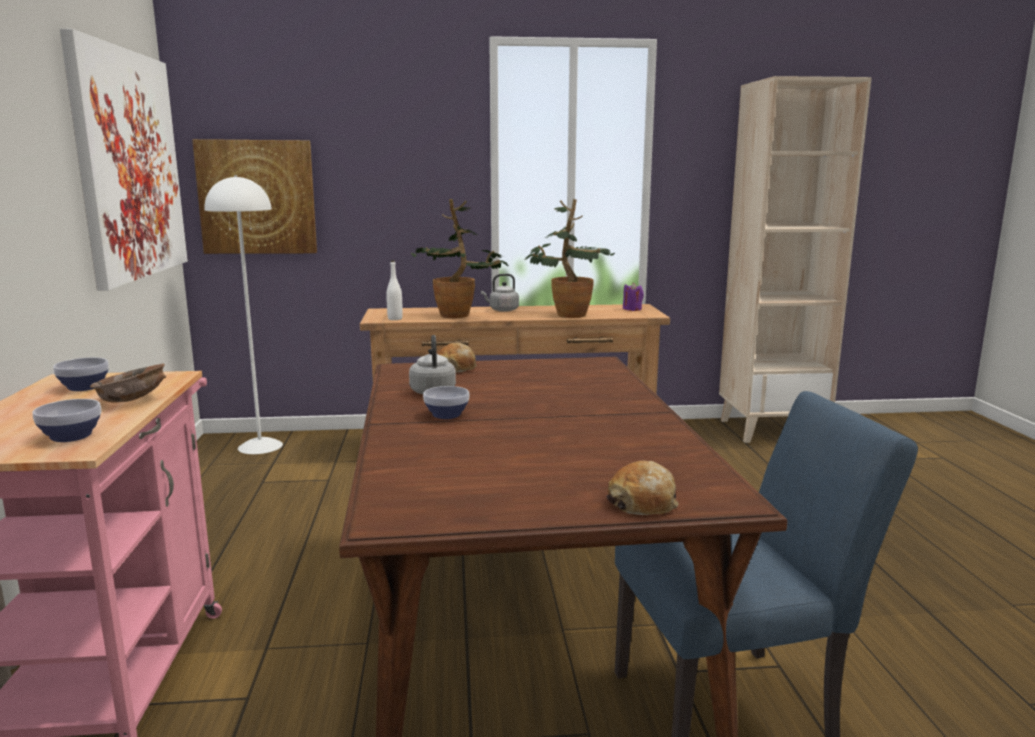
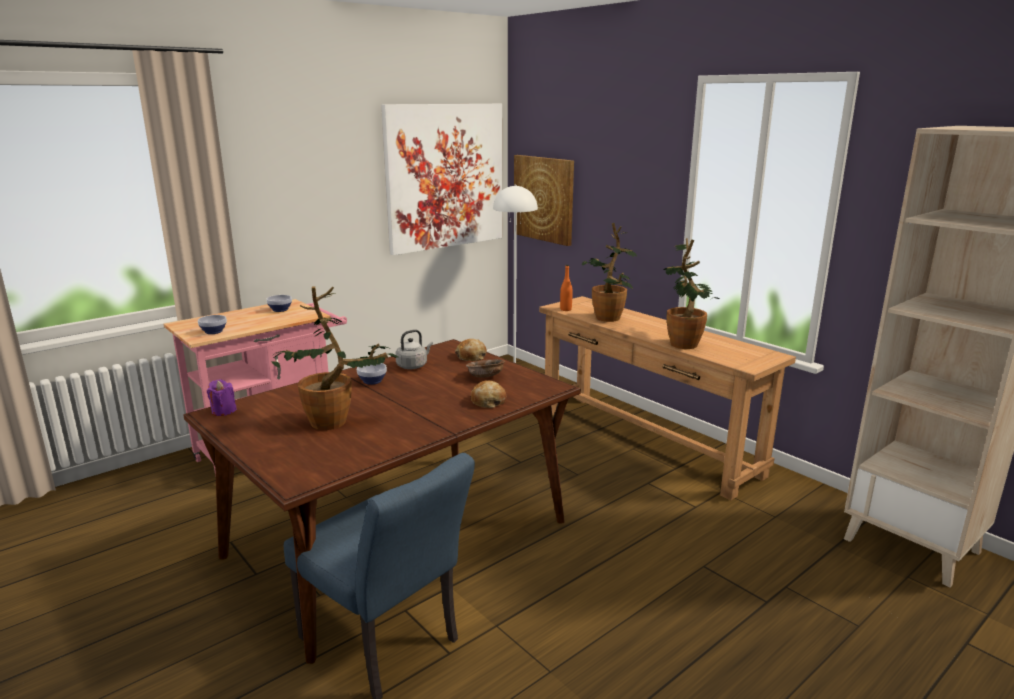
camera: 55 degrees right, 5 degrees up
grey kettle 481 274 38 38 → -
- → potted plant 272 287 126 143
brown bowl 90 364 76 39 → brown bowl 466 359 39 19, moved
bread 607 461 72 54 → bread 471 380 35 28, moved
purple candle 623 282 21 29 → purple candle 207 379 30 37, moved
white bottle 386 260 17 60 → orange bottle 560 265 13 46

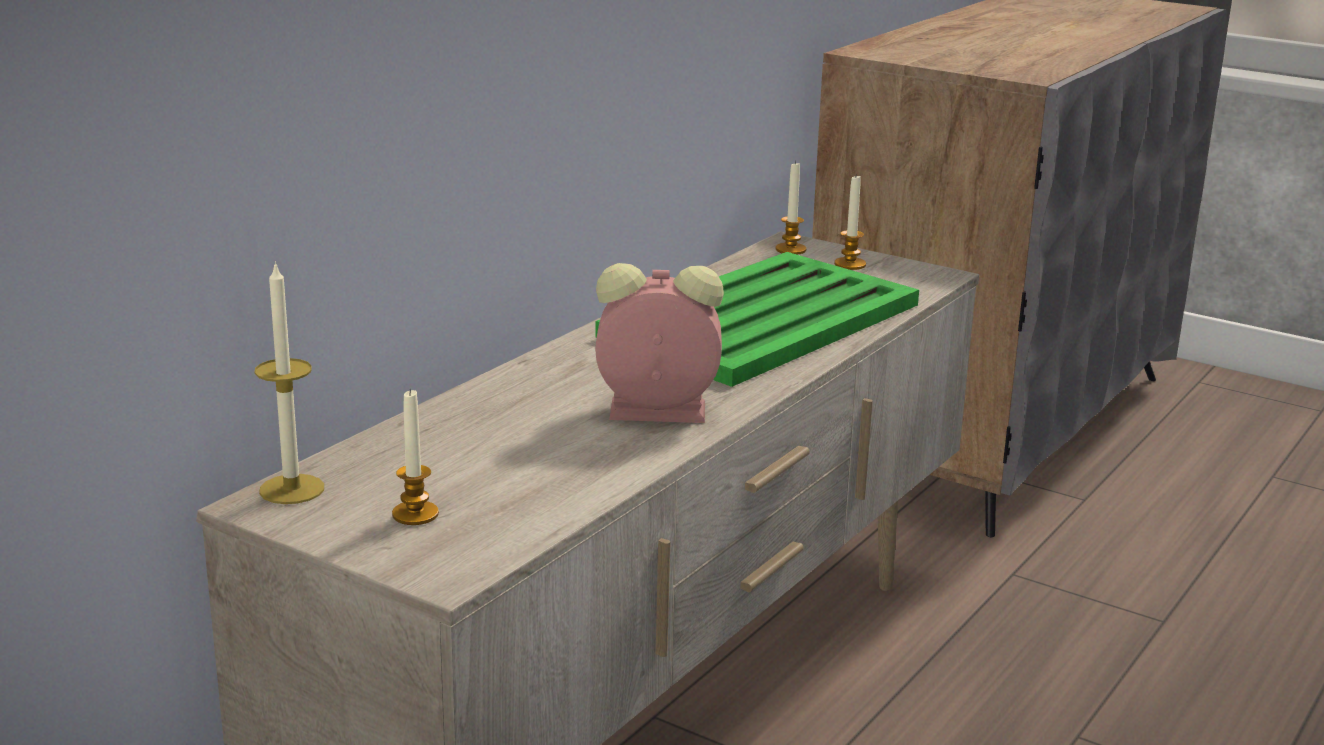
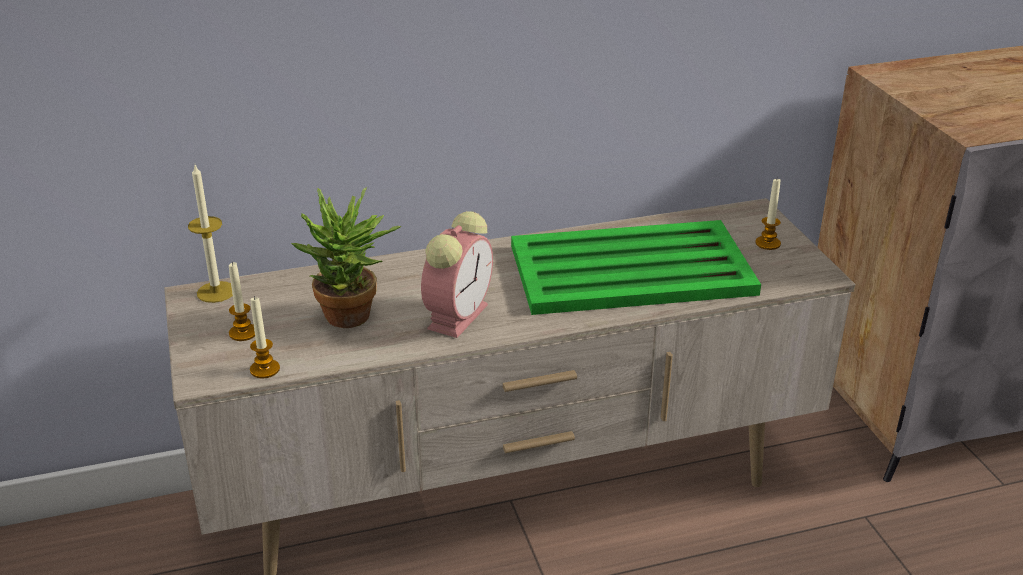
camera: 40 degrees right, 10 degrees up
- → potted plant 291 187 110 141
candle 776 161 30 94 → candle 250 296 30 82, moved
alarm clock 595 263 129 160 → alarm clock 421 211 72 127, 75 degrees clockwise

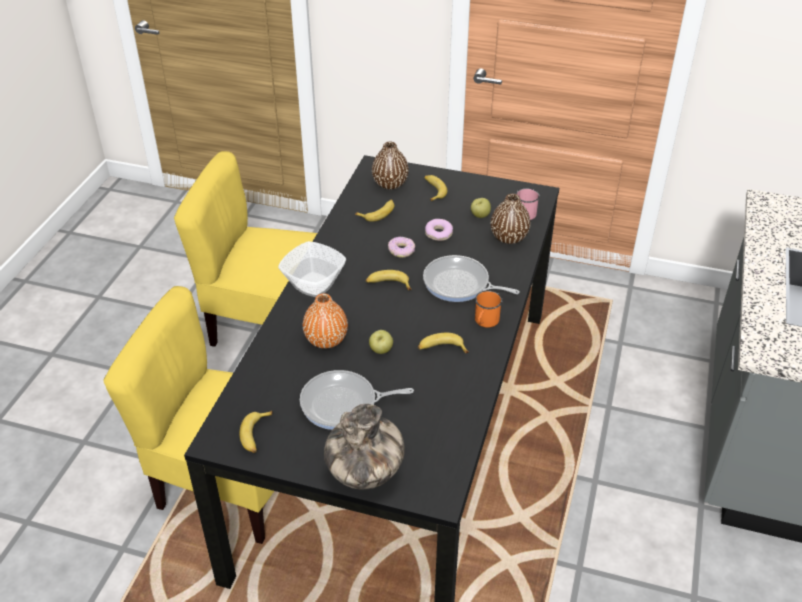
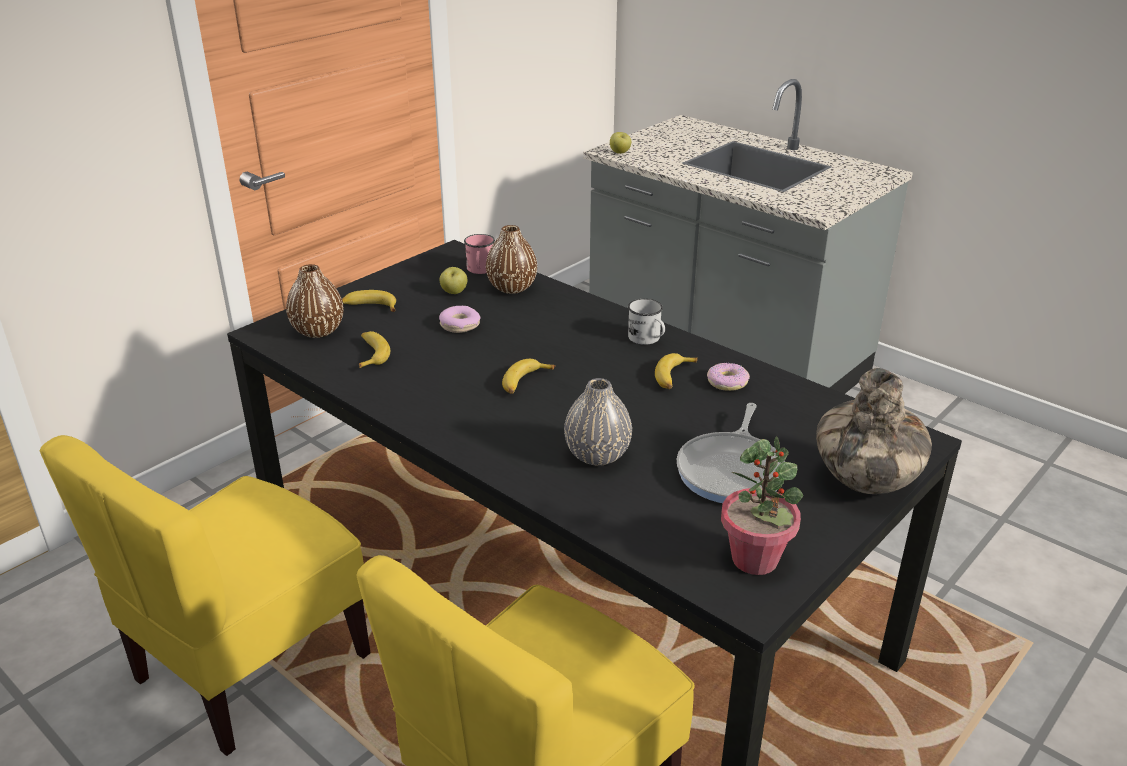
camera: 65 degrees left, 10 degrees down
bowl 278 241 68 56 → -
frying pan 423 255 97 47 → -
apple 369 330 24 24 → apple 610 132 21 22, moved
donut 388 237 27 21 → donut 707 363 43 28, moved
banana 240 411 33 42 → potted plant 721 436 82 139
orange vase 303 293 45 56 → grey vase 564 378 68 88
orange mug 475 290 28 37 → white mug 628 299 37 46

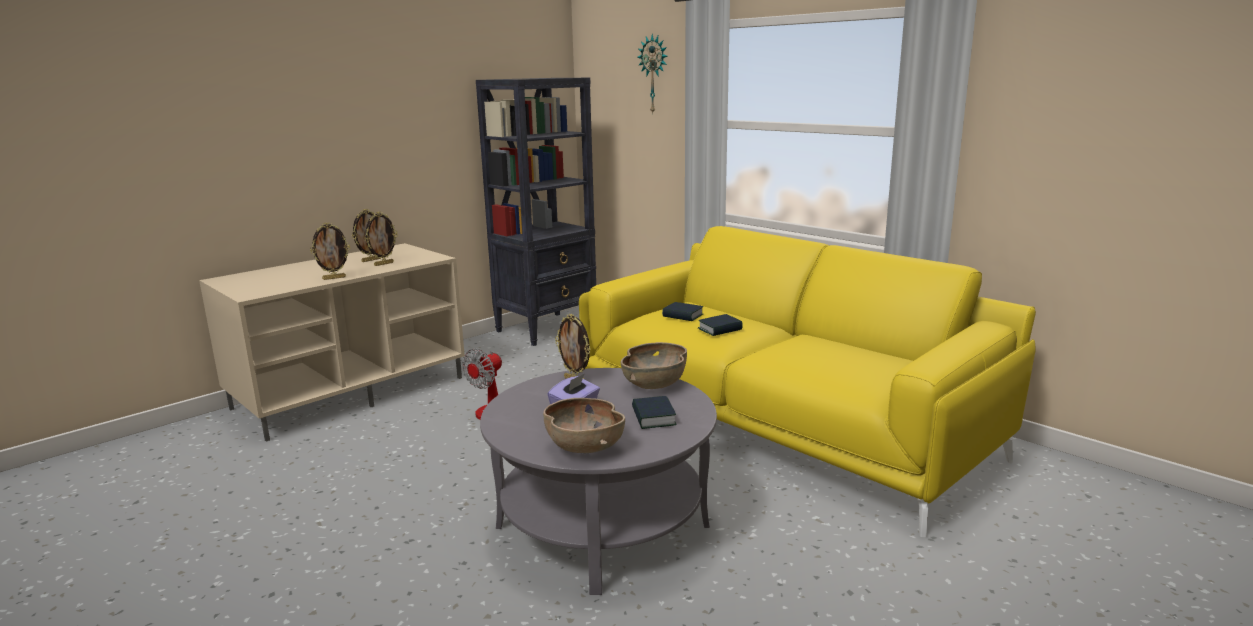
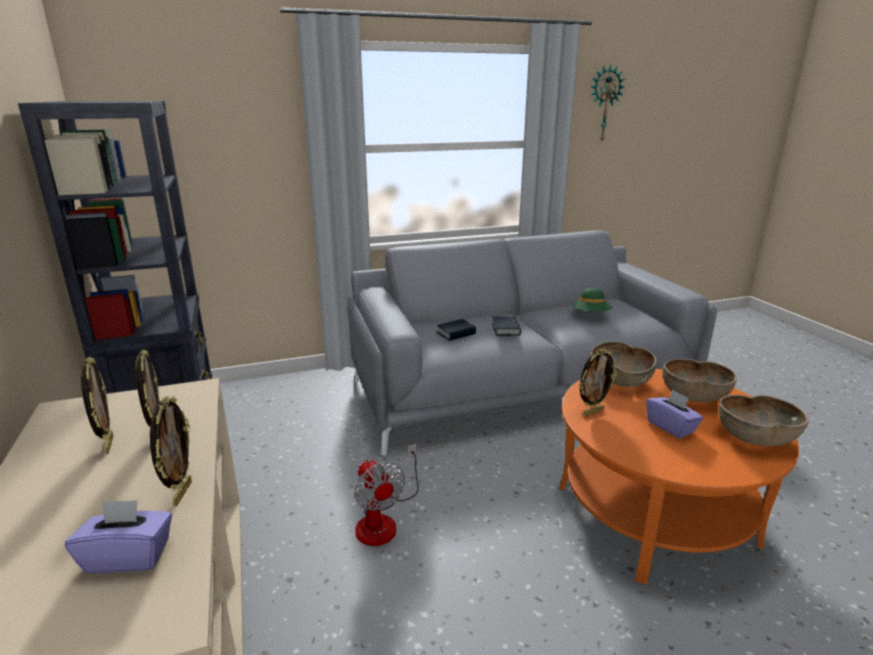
camera: 65 degrees left, 5 degrees up
- → purple tissue box 65 500 107 73
- → green hat 572 288 40 23
wall clock 638 34 29 80 → wall clock 591 64 34 77, moved
book 632 396 44 33 → brown bowl 662 359 75 43
grey coffee table 480 368 237 227 → orange coffee table 559 369 240 216
yellow sofa 579 226 457 311 → grey sofa 347 230 370 226

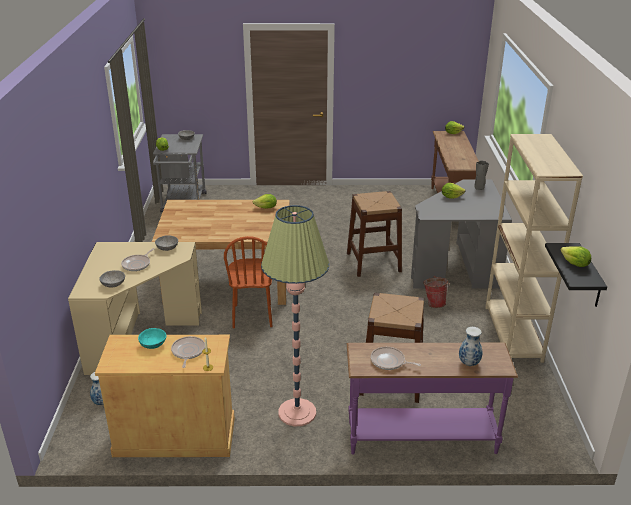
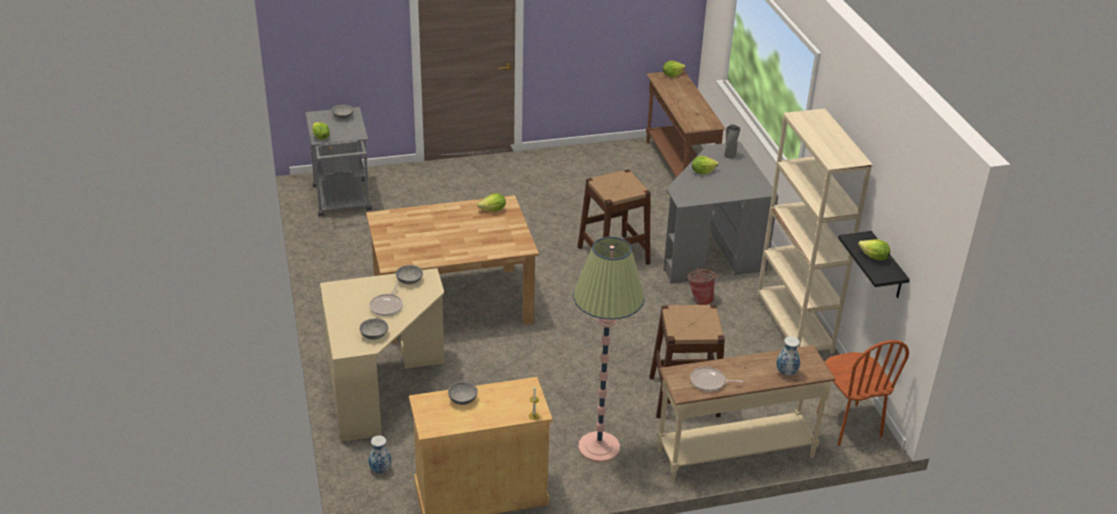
camera: 15 degrees left, 5 degrees up
frying pan 171 336 34 32 → -
brown chair 224 236 48 93 → brown chair 817 340 92 106, moved
turquoise bowl 138 328 29 21 → grey bowl 448 381 30 24
purple console table 347 343 171 112 → beige console table 657 345 179 137

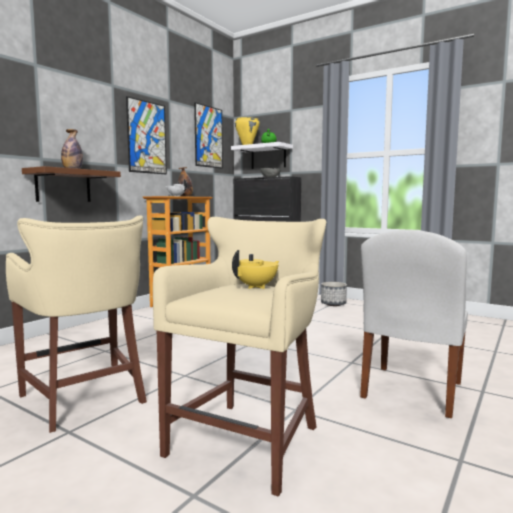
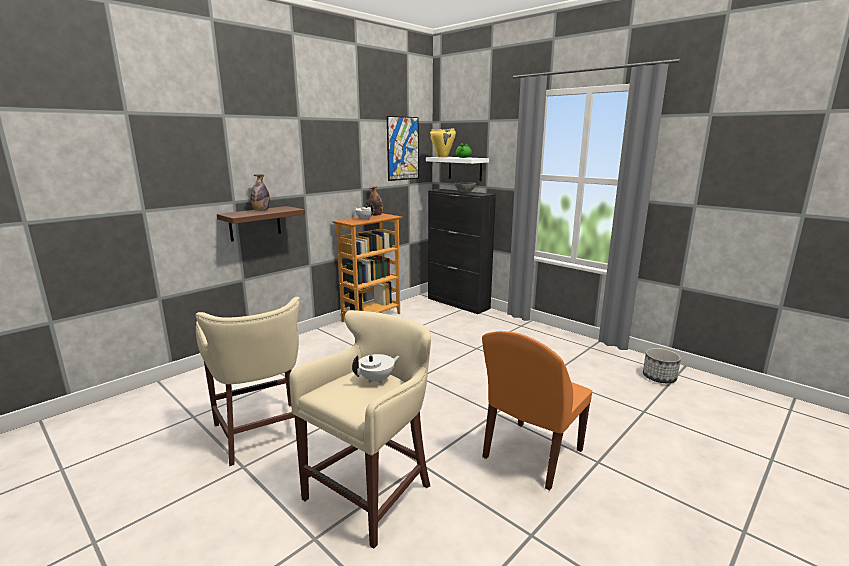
camera: 10 degrees right, 10 degrees up
picture 126 96 41 78 → -
planter 321 282 26 24 → planter 643 348 38 35, moved
yellow teapot 232 250 47 39 → white teapot 352 354 48 30
white chair 360 230 108 188 → orange chair 482 331 110 159

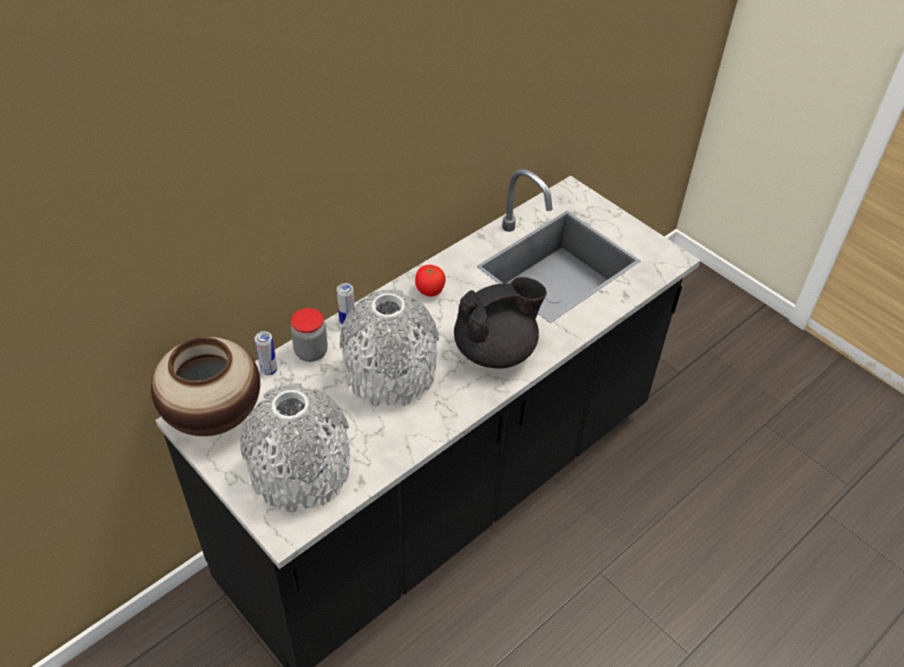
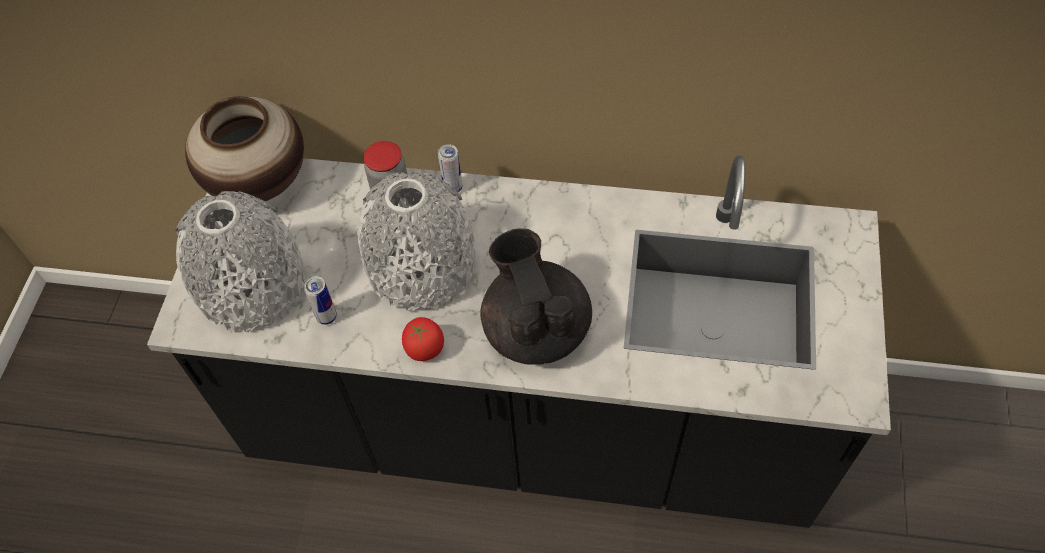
camera: 55 degrees right, 10 degrees up
can 254 331 23 44 → can 303 276 34 49, moved
tomato 415 265 31 31 → tomato 402 317 42 44, moved
black teapot 454 277 93 92 → black teapot 480 228 112 137, 135 degrees counterclockwise

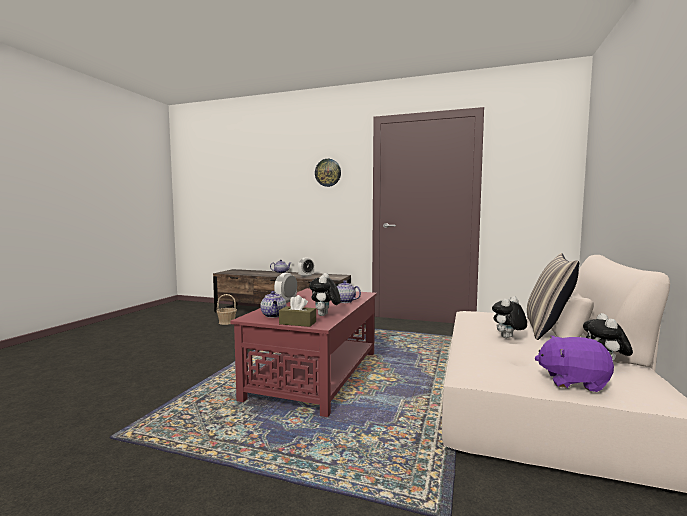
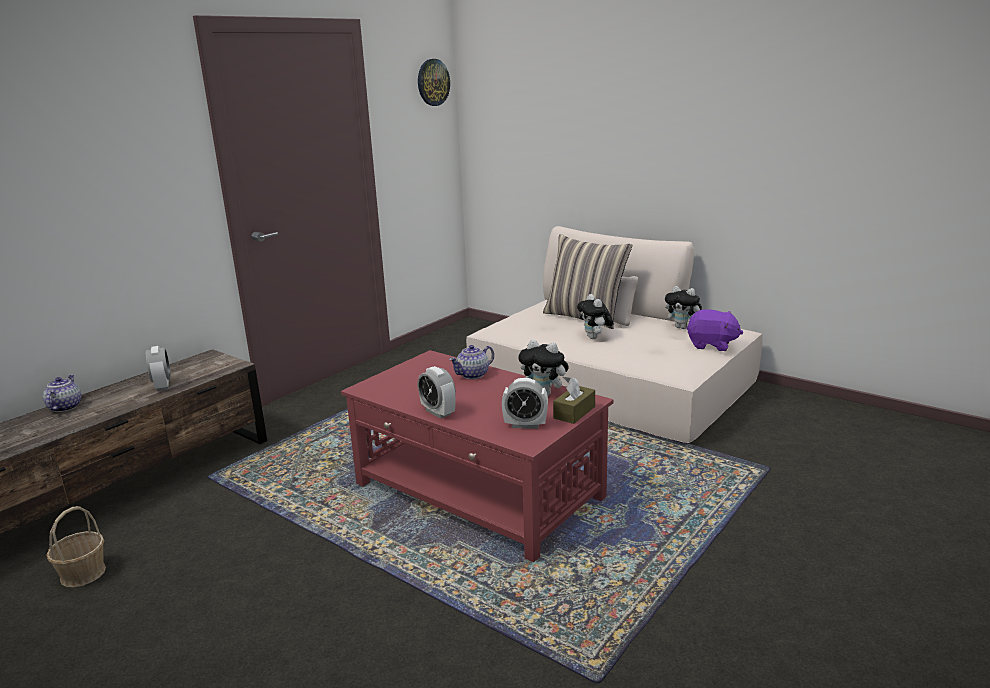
camera: 70 degrees left, 15 degrees up
wall clock 315 159 26 28 → wall clock 418 59 32 47, moved
teapot 260 291 27 27 → alarm clock 502 378 46 51
purple plush toy 535 336 79 56 → purple plush toy 687 309 56 42, 105 degrees counterclockwise

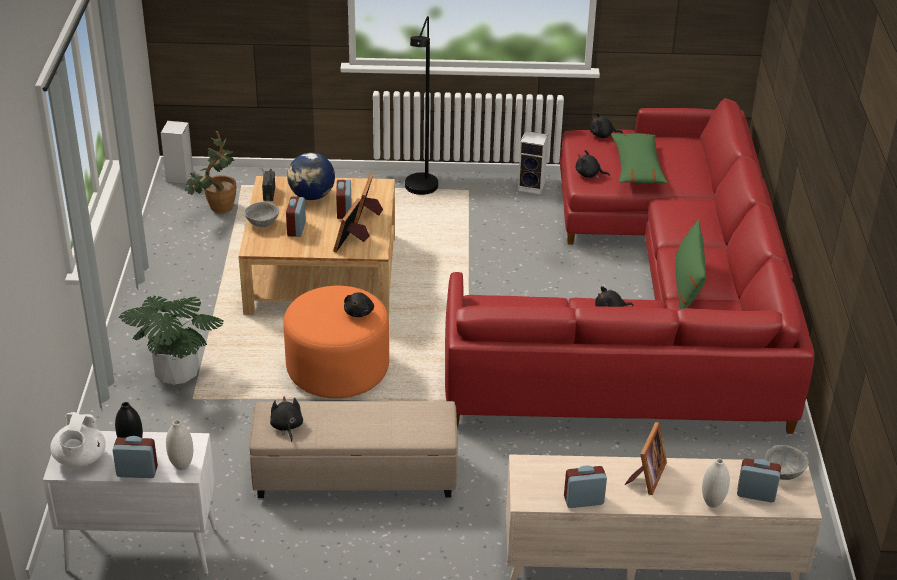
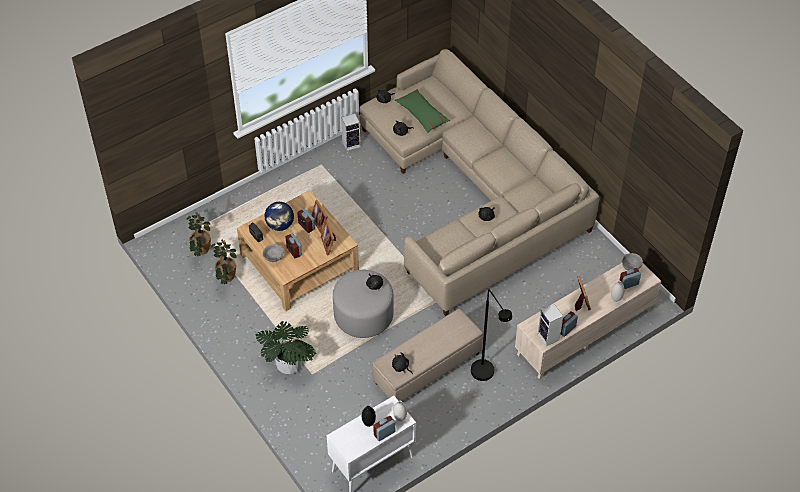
camera: 35 degrees left, 15 degrees up
white teapot 50 412 56 56 → -
green pillow 675 219 31 90 → -
- → potted plant 211 239 25 45
speaker 161 121 32 63 → speaker 537 304 26 42, moved
black floor lamp 405 16 33 179 → black floor lamp 471 290 41 91, moved
orange ottoman 283 286 106 112 → grey ottoman 333 270 61 68
red sofa 445 98 369 336 → beige sofa 359 49 240 267

